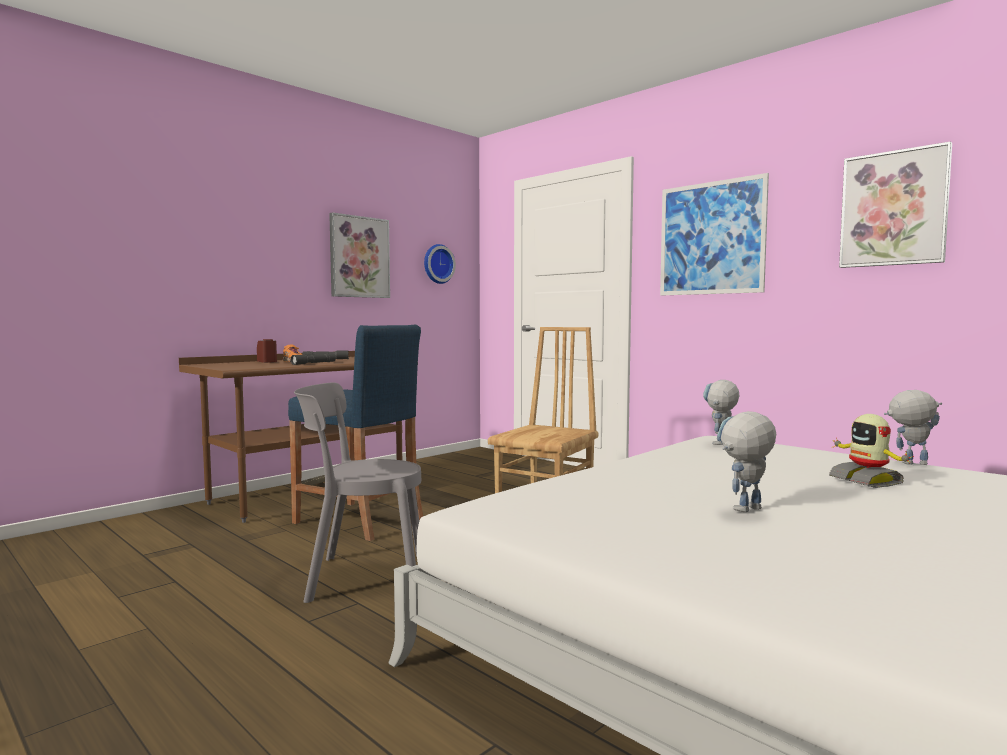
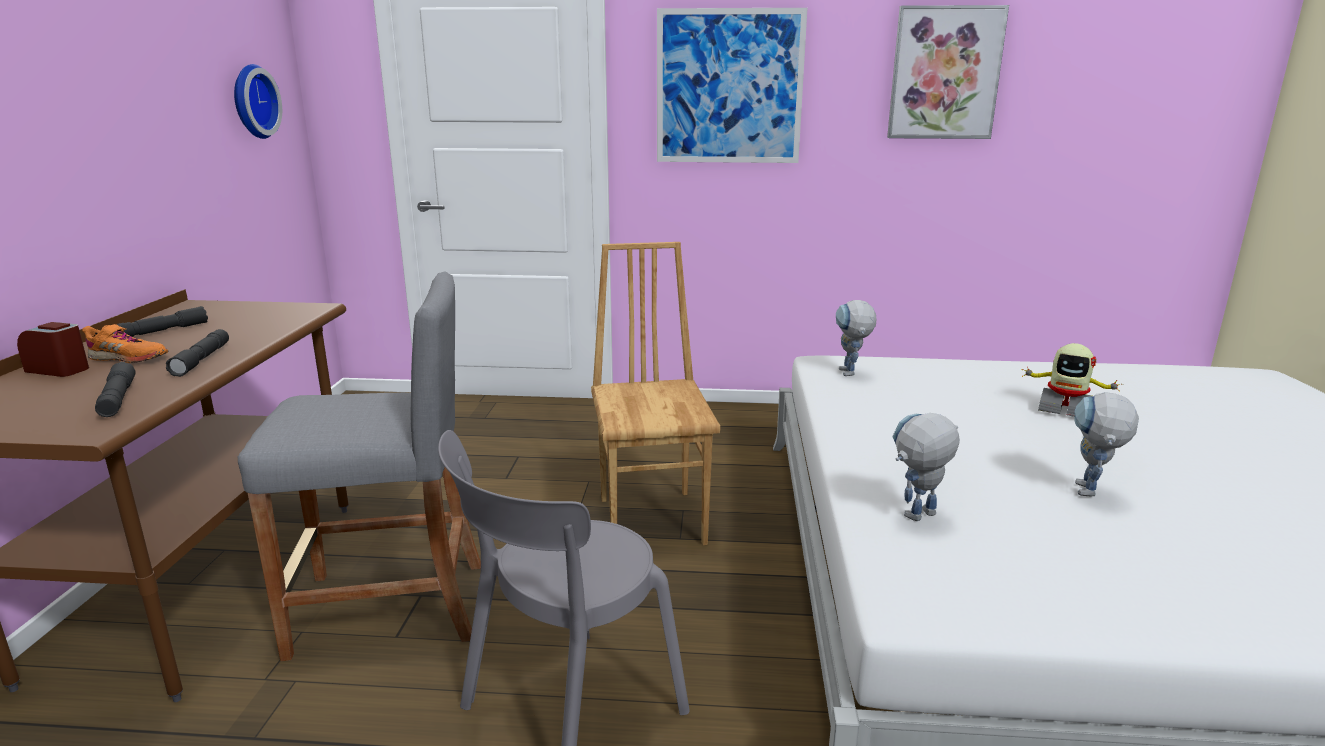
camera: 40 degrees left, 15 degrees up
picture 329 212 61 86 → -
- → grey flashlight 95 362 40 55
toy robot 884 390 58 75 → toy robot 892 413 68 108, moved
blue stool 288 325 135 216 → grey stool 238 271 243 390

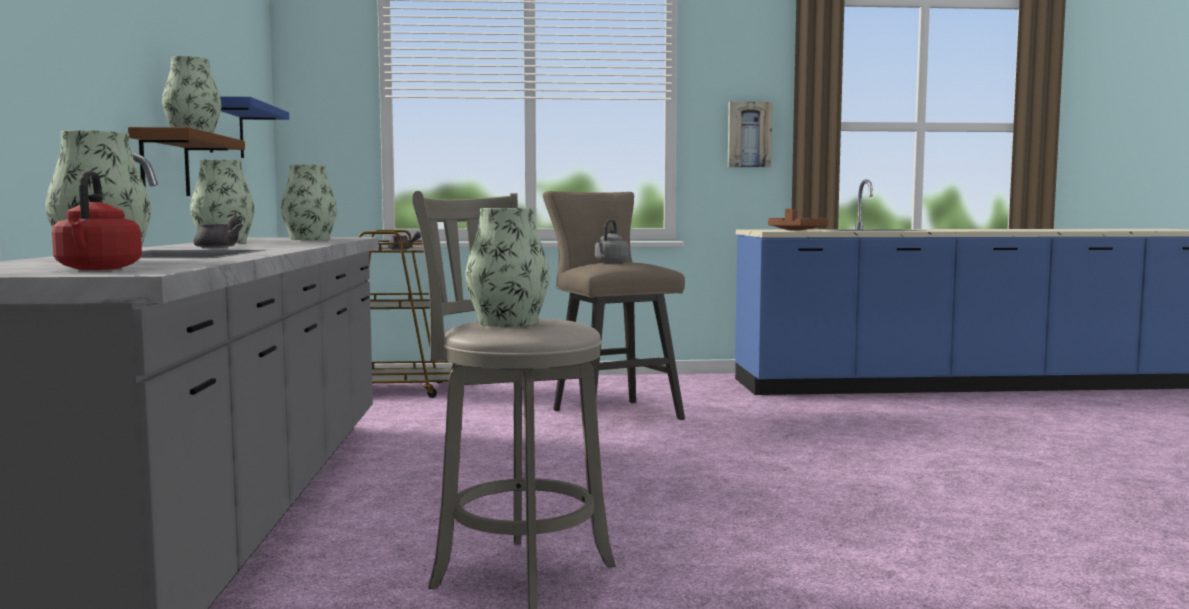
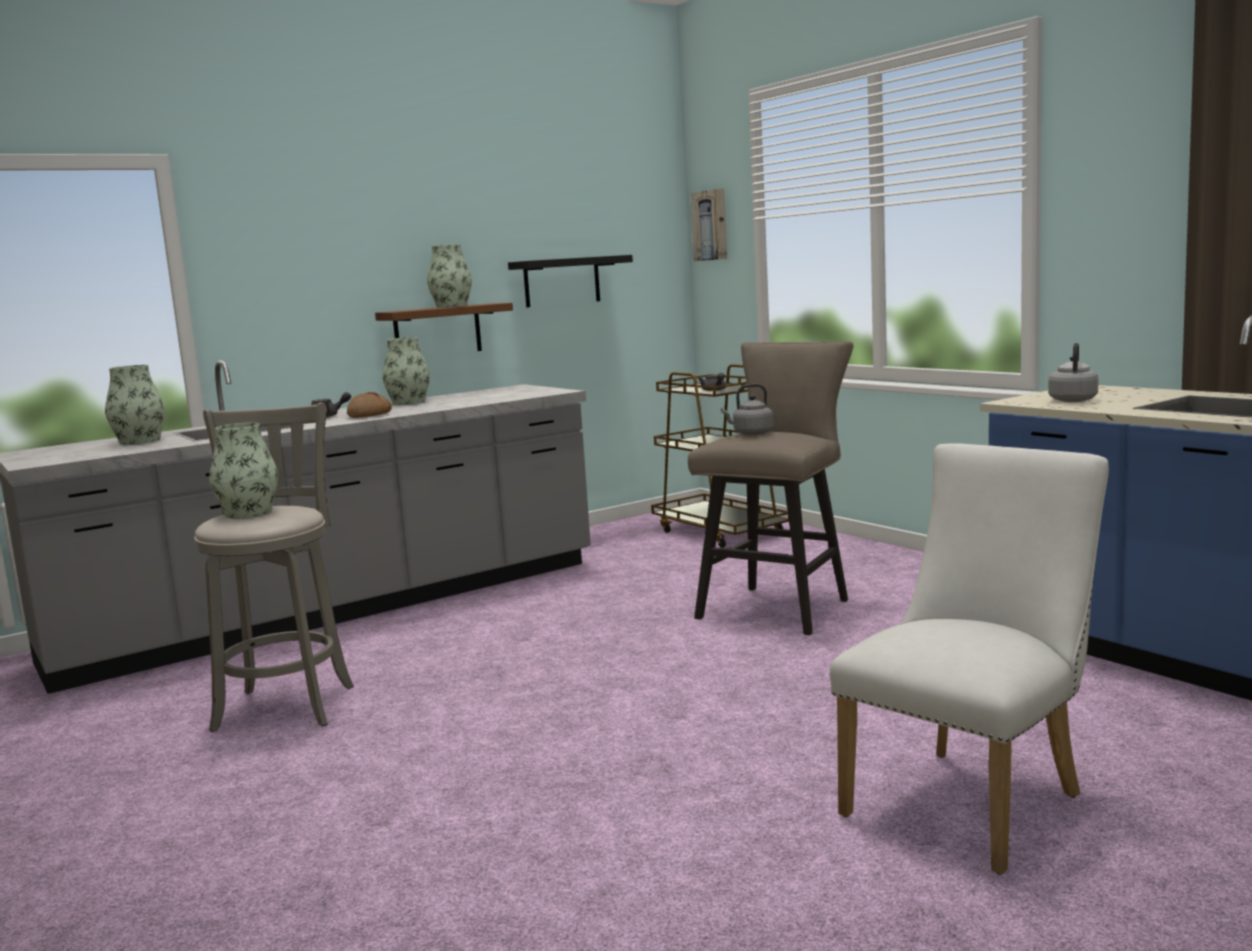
camera: 60 degrees right, 5 degrees up
red kettle 52 171 90 99 → -
vase 281 164 56 76 → -
- → bread 347 392 45 26
- → white chair 830 443 279 432
picture 728 102 44 65 → picture 691 189 36 72, moved
brown tray 768 209 60 22 → grey kettle 1048 343 51 59
blue shelf 210 96 79 62 → black shelf 508 255 125 52

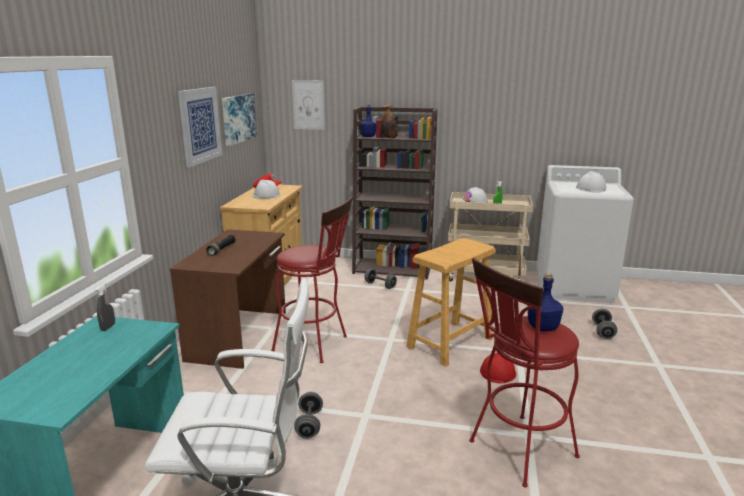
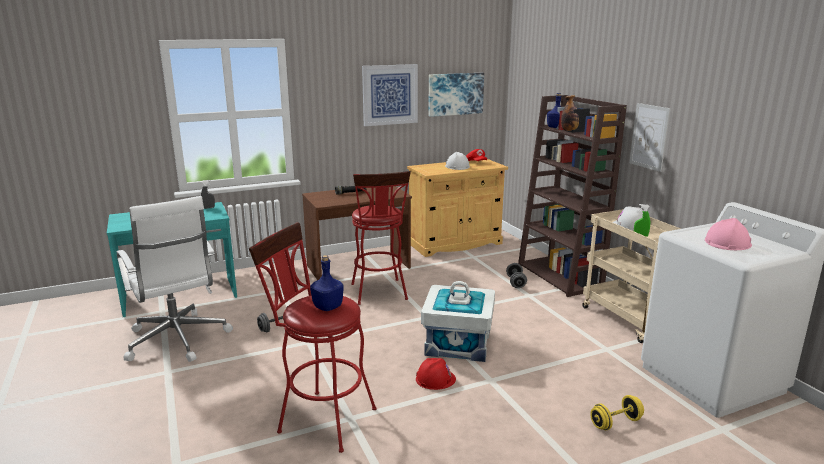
camera: 55 degrees right, 0 degrees up
picture 292 80 33 50 → picture 629 103 42 69, moved
beige stool 406 238 90 129 → white storage box 421 281 74 81
white hard hat 576 171 30 21 → pink hard hat 705 218 47 32
grey dumbbell 592 309 25 30 → yellow dumbbell 590 395 54 35

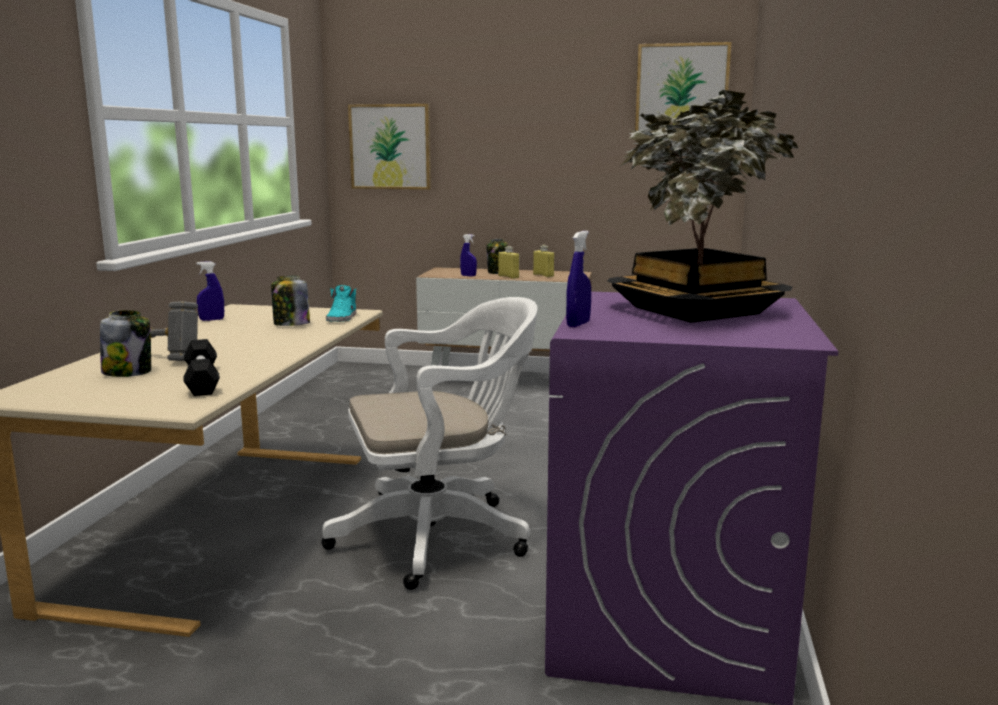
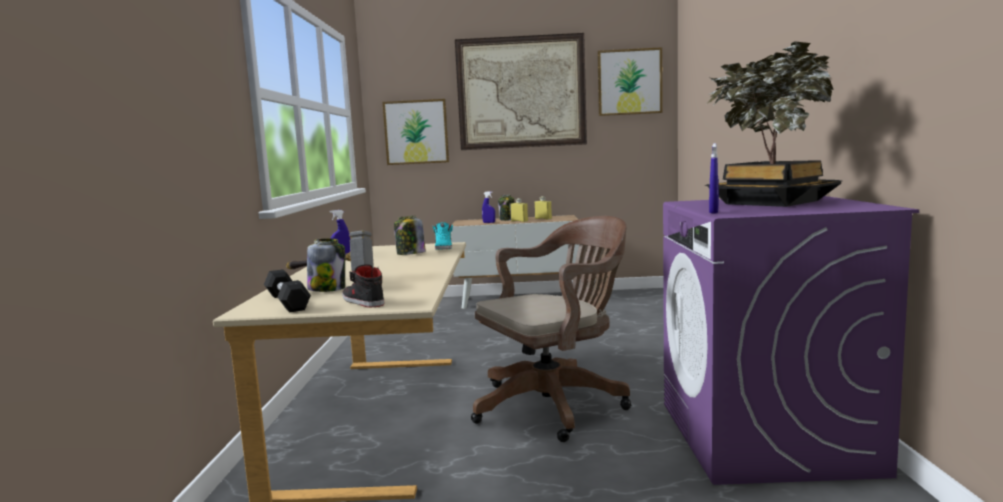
camera: 10 degrees left, 5 degrees down
- → black shoe 342 264 42 44
- → picture 455 33 132 117
black dumbbell 184 339 36 57 → black dumbbell 264 269 47 43, moved
white office chair 321 297 217 293 → brown office chair 471 216 160 226

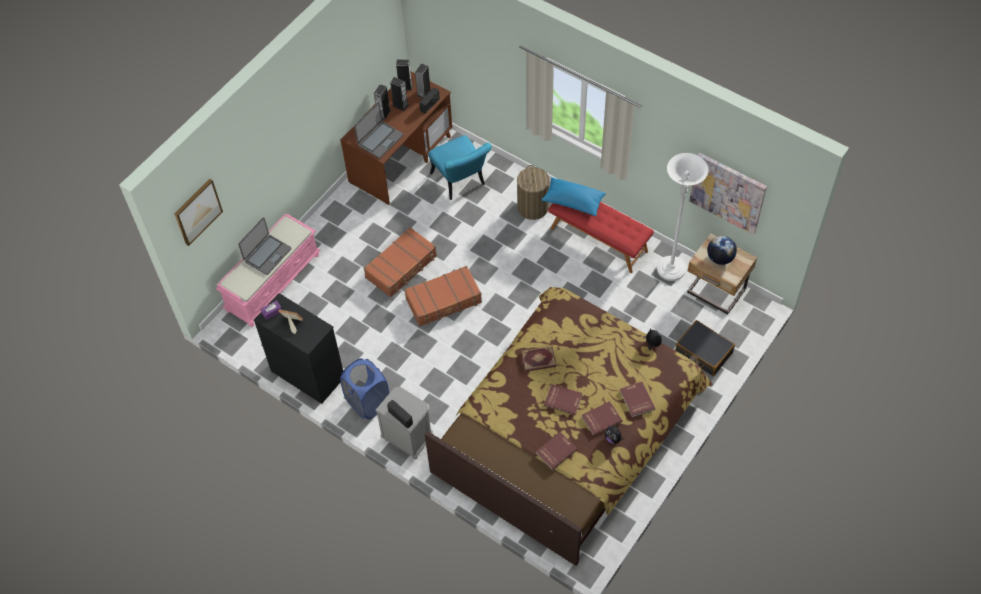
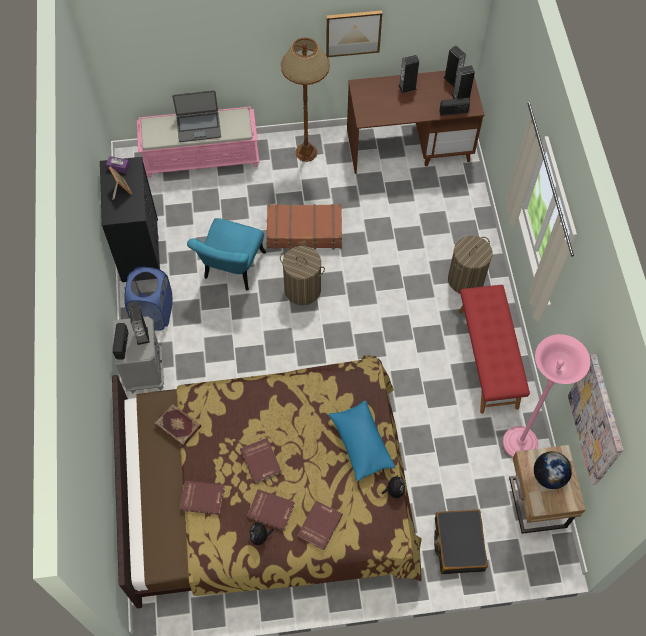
camera: 45 degrees right, 5 degrees up
laptop 354 102 49 56 → -
- → brown floor lamp 281 37 49 125
picture 174 179 49 67 → picture 326 10 56 47, moved
speaker 390 77 19 34 → speaker 129 306 21 39, moved
turquoise chair 428 135 64 65 → turquoise chair 187 218 79 73, moved
book 521 346 36 26 → book 154 404 47 43, moved
blue pillow 542 177 64 39 → blue pillow 329 400 66 81, moved
brown suitcase 404 266 78 61 → laundry basket 280 246 45 59
white floor lamp 657 153 51 128 → pink floor lamp 502 334 88 124

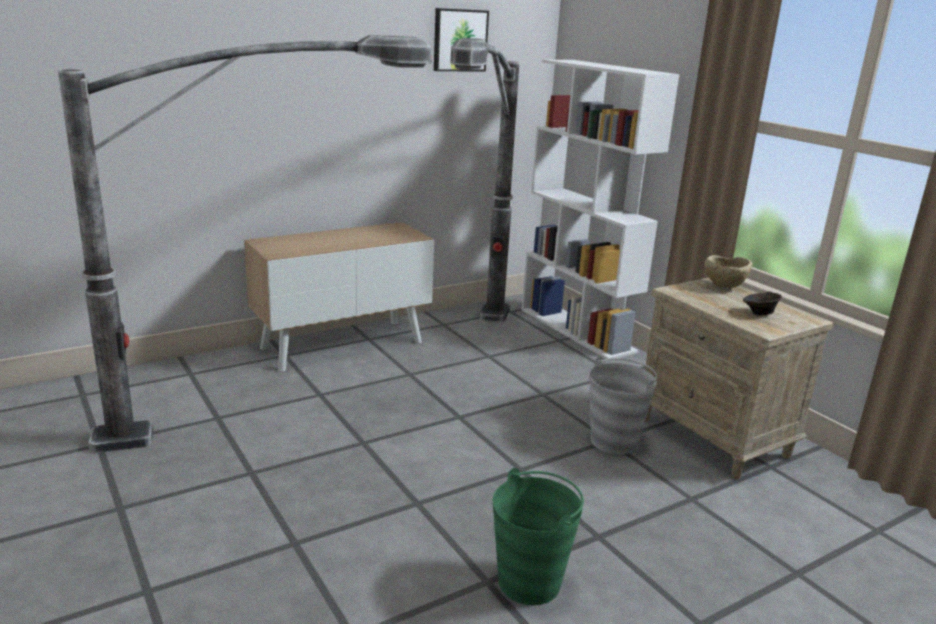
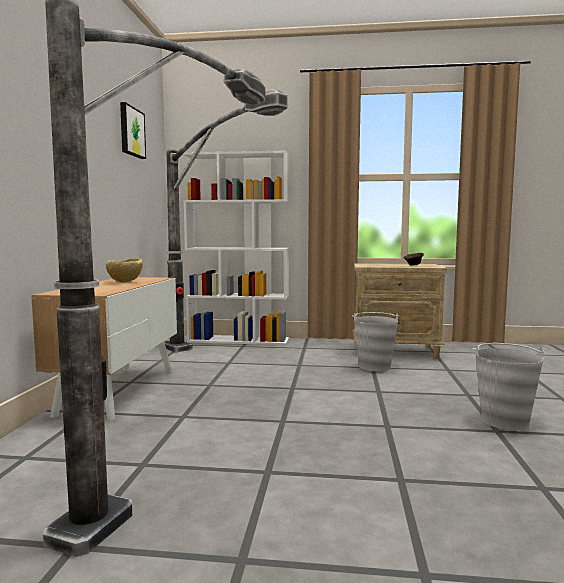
camera: 50 degrees left, 15 degrees down
beige bowl 704 255 49 33 → beige bowl 106 258 37 24, moved
green bucket 493 468 91 137 → grey bucket 473 343 71 87

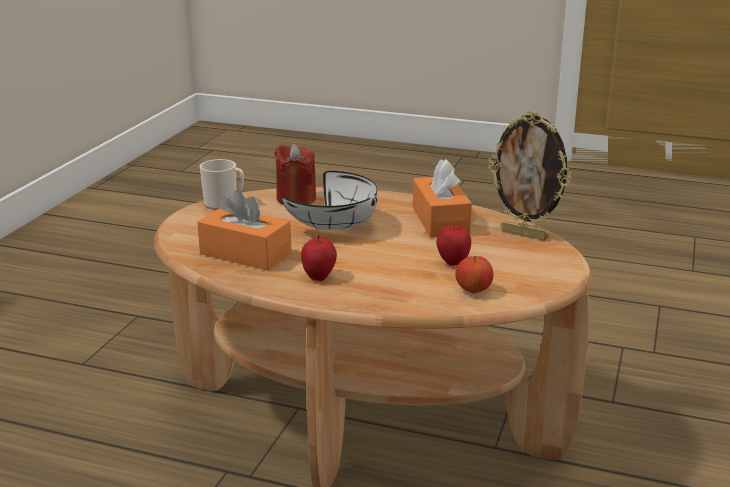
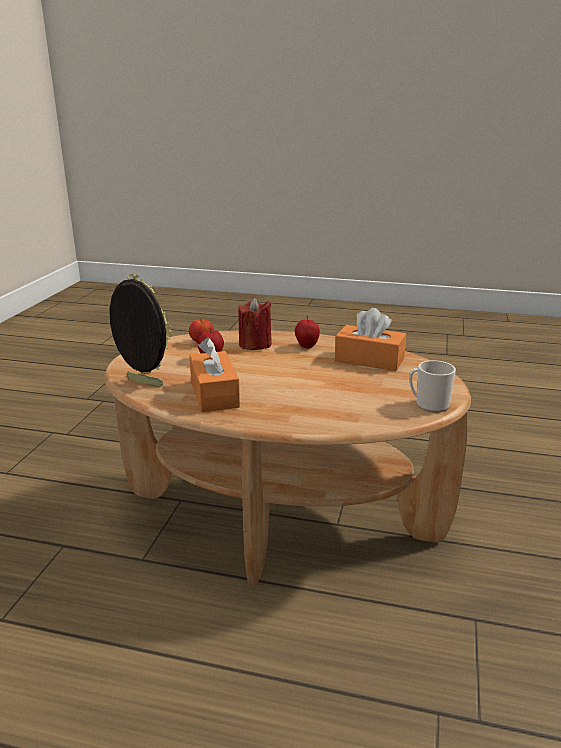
camera: 175 degrees right, 0 degrees up
white bowl 281 171 96 59 → -
red candle 274 144 42 61 → red candle 238 298 34 52, moved

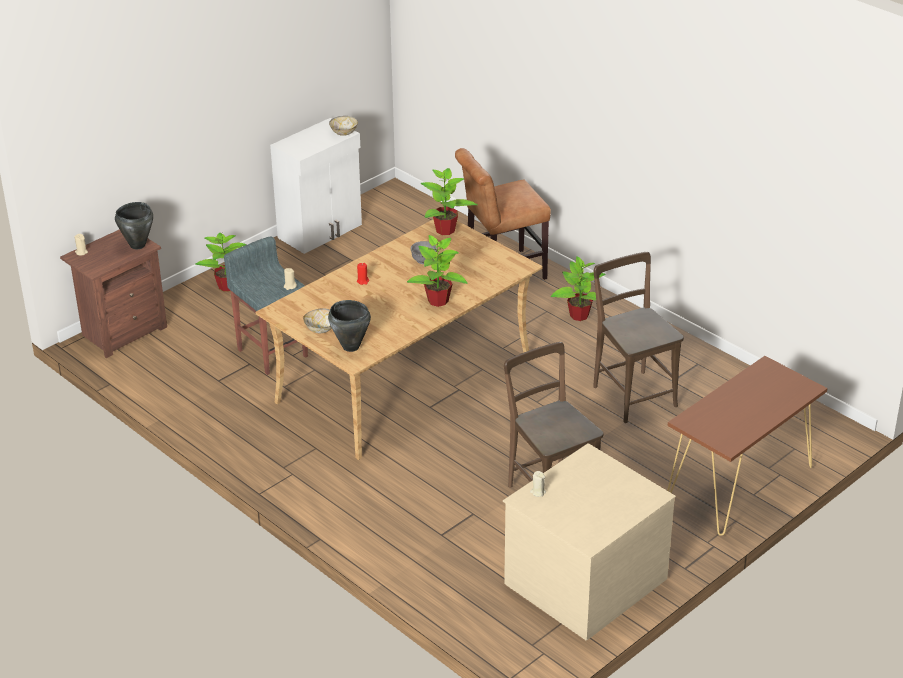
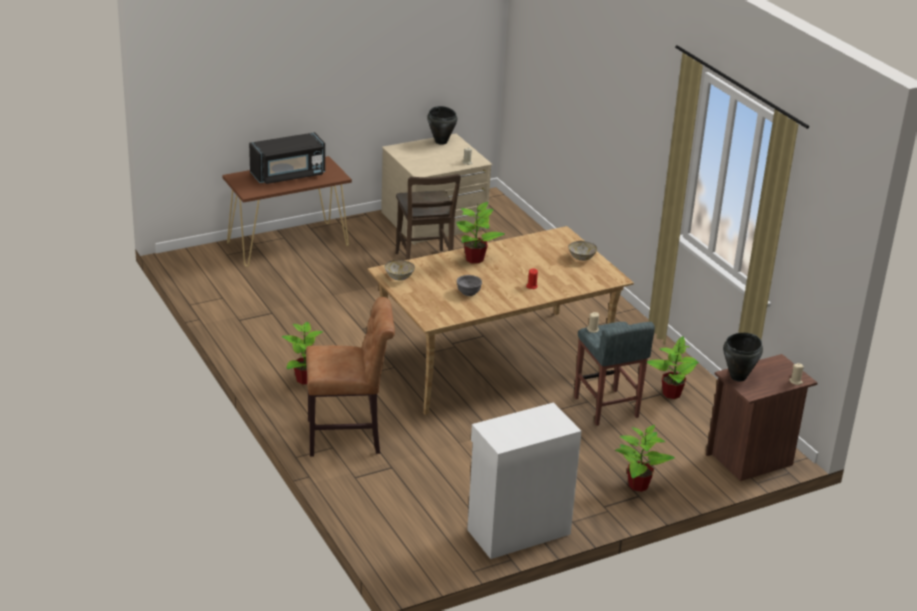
camera: 165 degrees left, 5 degrees down
brown chair 593 252 91 171 → -
- → black microwave 249 132 76 52
black cooking pot 328 300 43 52 → black cooking pot 427 106 30 39, moved
bowl 329 116 29 20 → bowl 385 260 30 20, moved
potted plant 421 168 57 67 → potted plant 647 336 52 63, moved

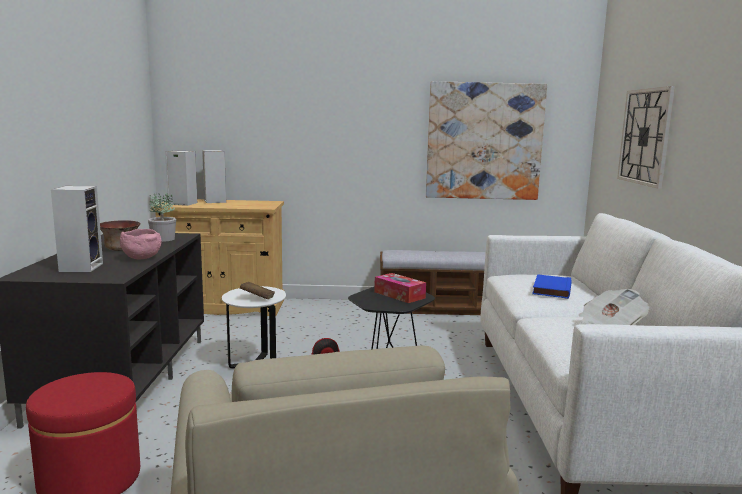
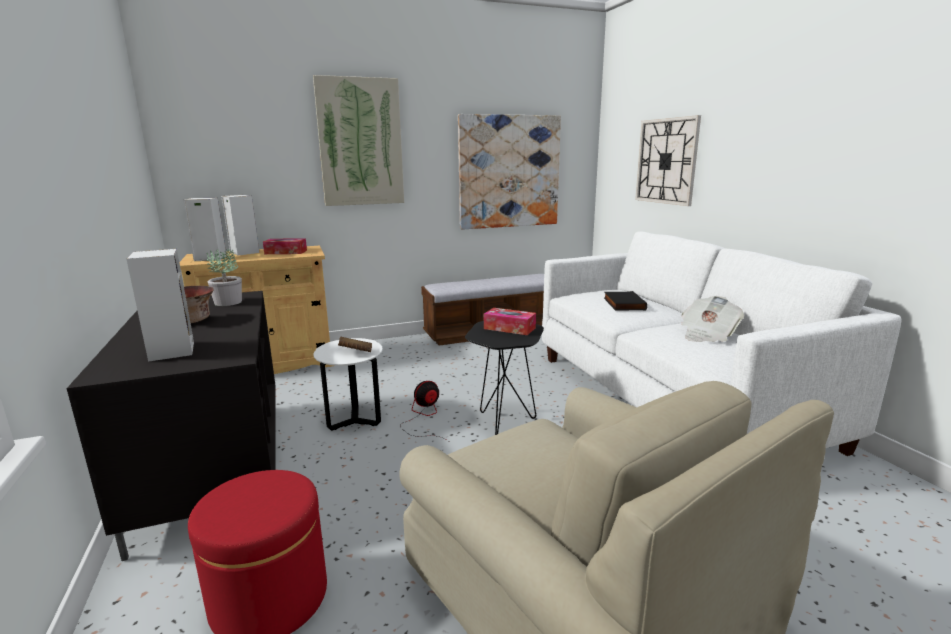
camera: 20 degrees left, 5 degrees up
pink bowl 120 229 42 30 → -
- → tissue box 263 238 44 16
- → picture 313 75 91 131
blue book 532 274 40 25 → black book 604 291 43 19

